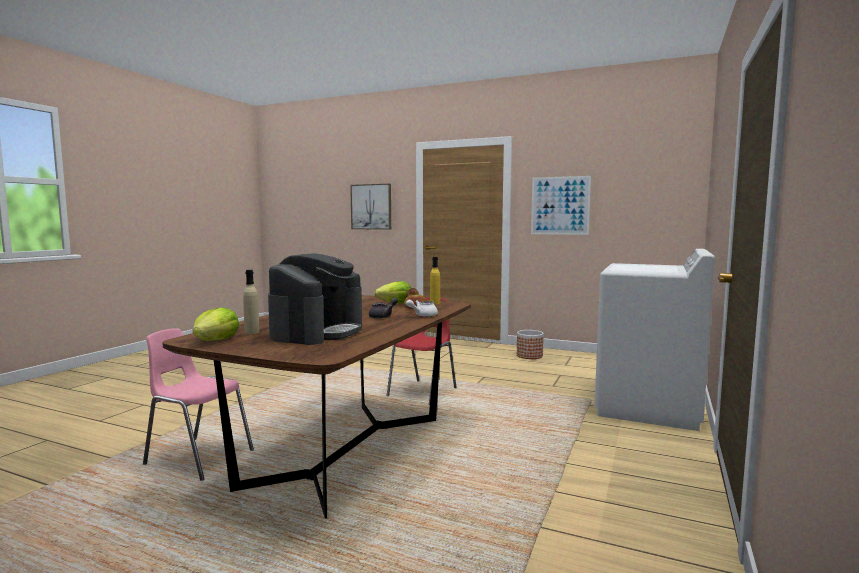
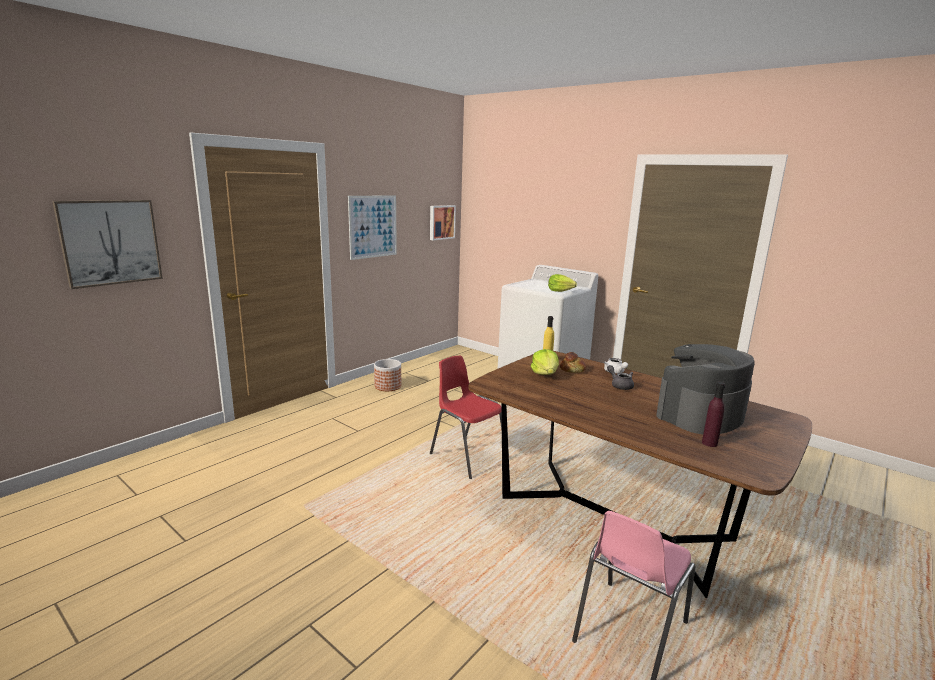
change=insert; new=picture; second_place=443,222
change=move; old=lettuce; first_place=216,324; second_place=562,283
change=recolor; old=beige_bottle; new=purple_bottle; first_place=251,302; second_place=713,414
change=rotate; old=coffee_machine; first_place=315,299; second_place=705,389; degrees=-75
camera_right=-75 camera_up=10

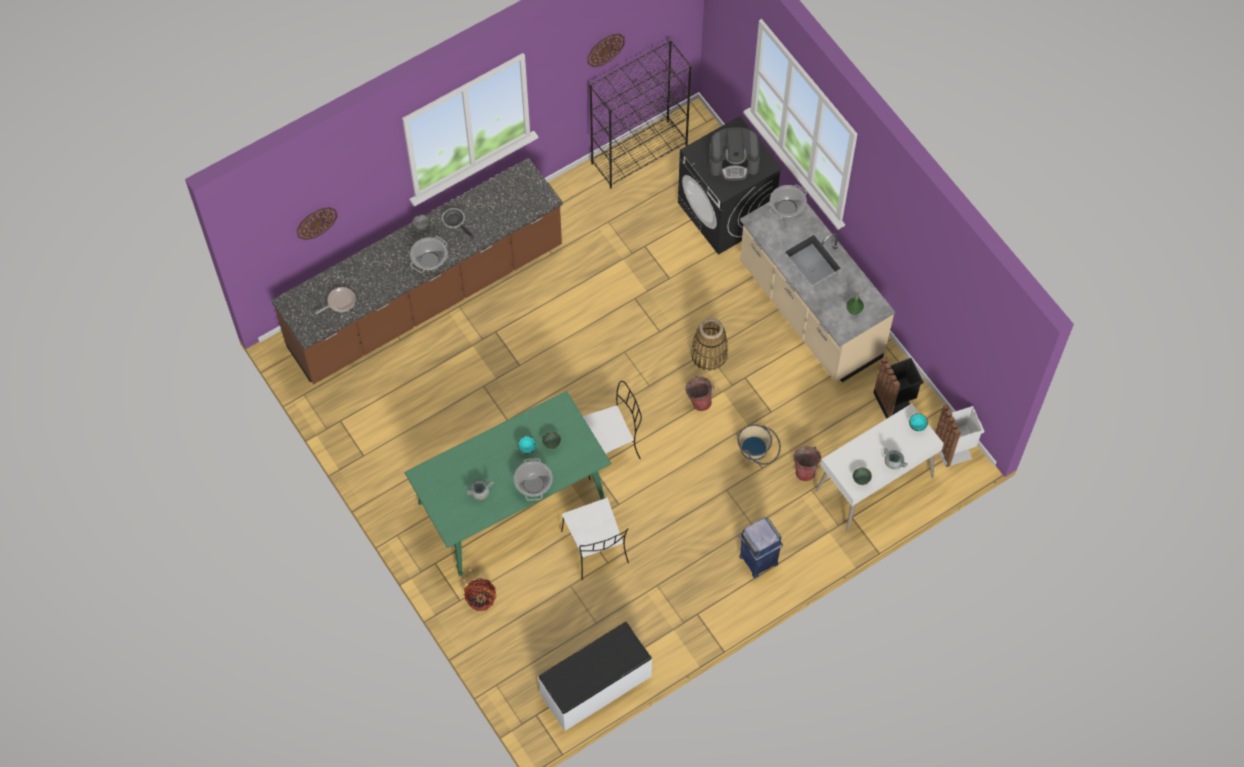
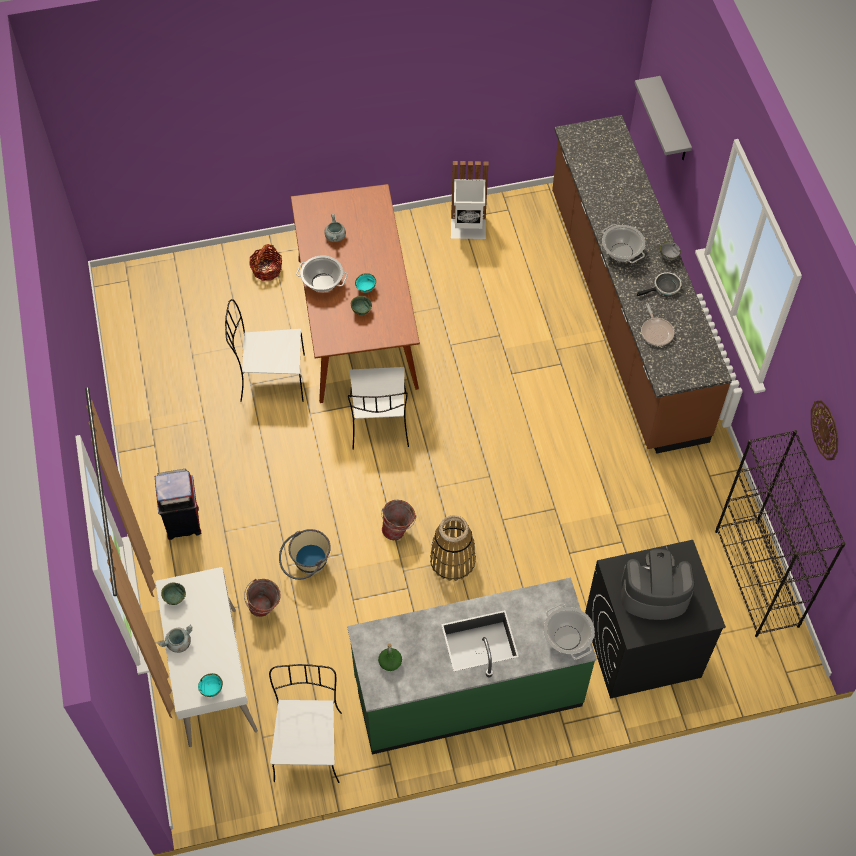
change=delete; old=white_bench; first_place=595,676
change=move; old=frying_pan; first_place=335,300; second_place=657,324
change=move; old=white_trash_can; first_place=959,435; second_place=469,200
change=replace; old=wall_clock; new=grey_shelf; first_place=317,223; second_place=663,118
change=replace; old=black_trash_can; new=white_chair; first_place=898,388; second_place=305,723
change=recolor; old=green_dining_table; new=brown_dining_table; first_place=507,483; second_place=355,293
change=recolor; old=blue_trash_can; new=red_trash_can; first_place=761,547; second_place=178,504
change=recolor; old=beige_counter; new=green_counter; first_place=817,292; second_place=472,666
change=rotate; old=coffee_machine; first_place=734,153; second_place=658,584; degrees=75
camera_right=110 camera_up=-5

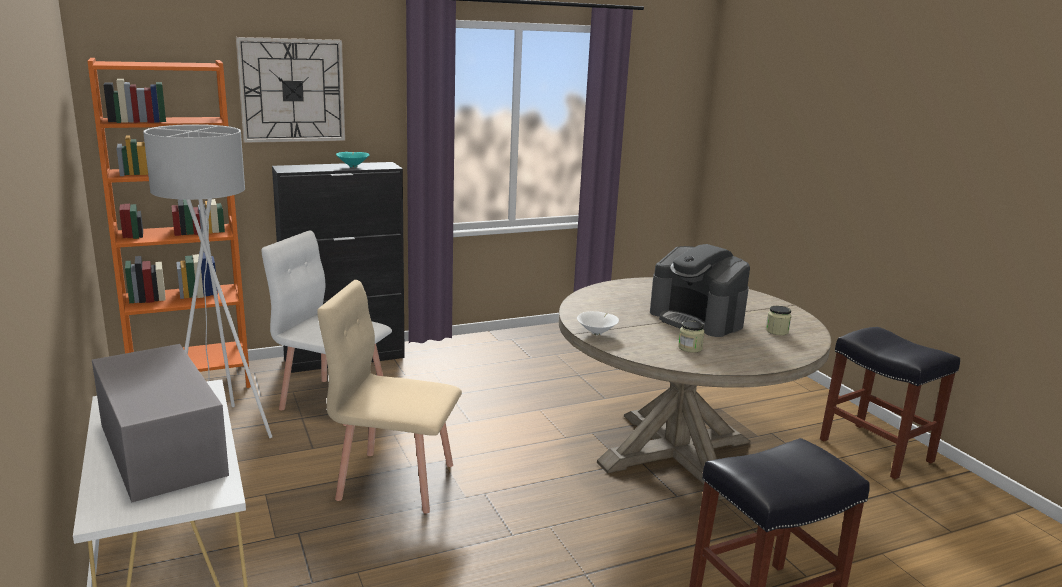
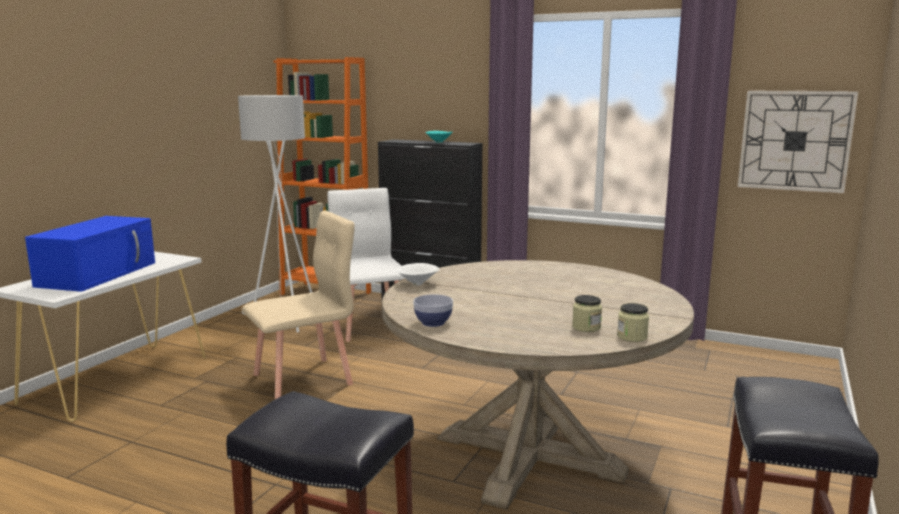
change=delete; old=coffee_machine; first_place=700,290
change=insert; new=bowl; second_place=433,310
change=move; old=wall_clock; first_place=290,90; second_place=798,142
change=move; old=jar; first_place=691,337; second_place=633,322
change=recolor; old=grey_microwave; new=blue_microwave; first_place=160,423; second_place=90,254
change=rotate; old=beige_chair; first_place=389,397; second_place=298,304; degrees=90
camera_right=50 camera_up=-5

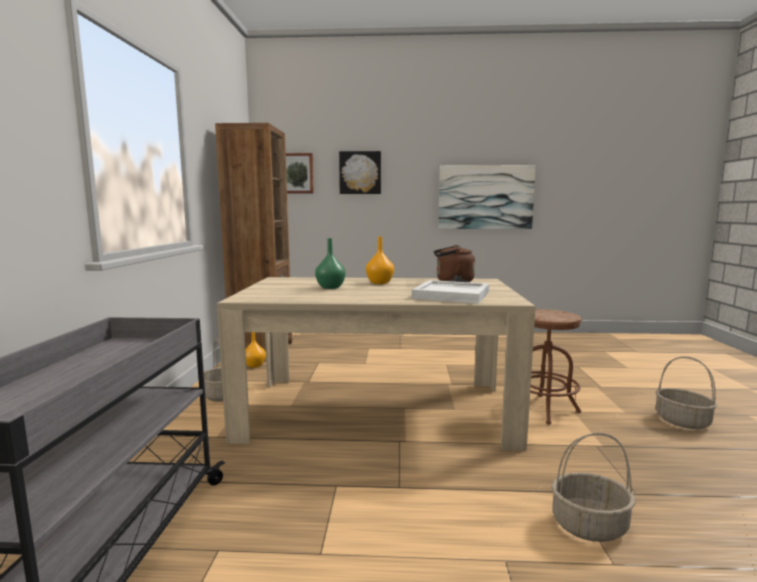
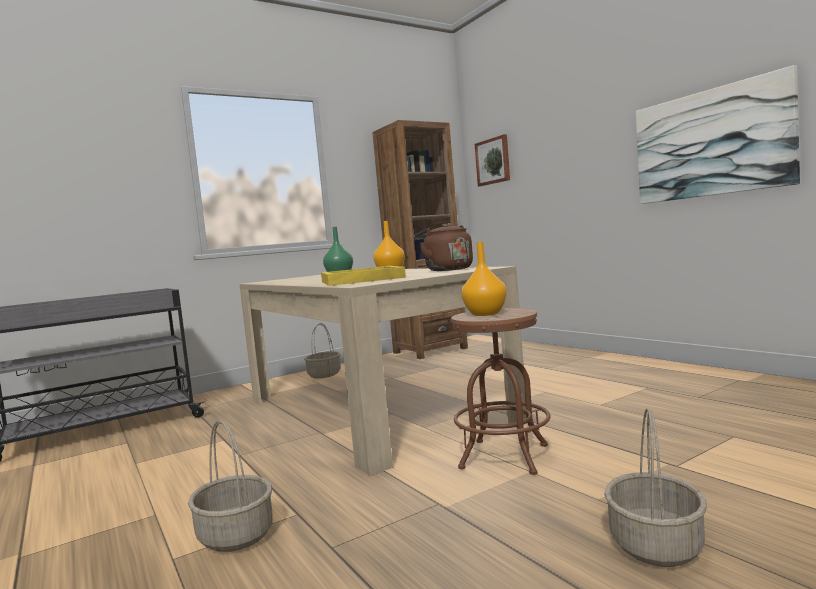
change=delete; old=picture; first_place=360,172
change=move; old=orange_vase; first_place=256,350; second_place=483,279
change=recolor; old=white_tray; new=yellow_tray; first_place=450,292; second_place=363,276
camera_right=55 camera_up=-5

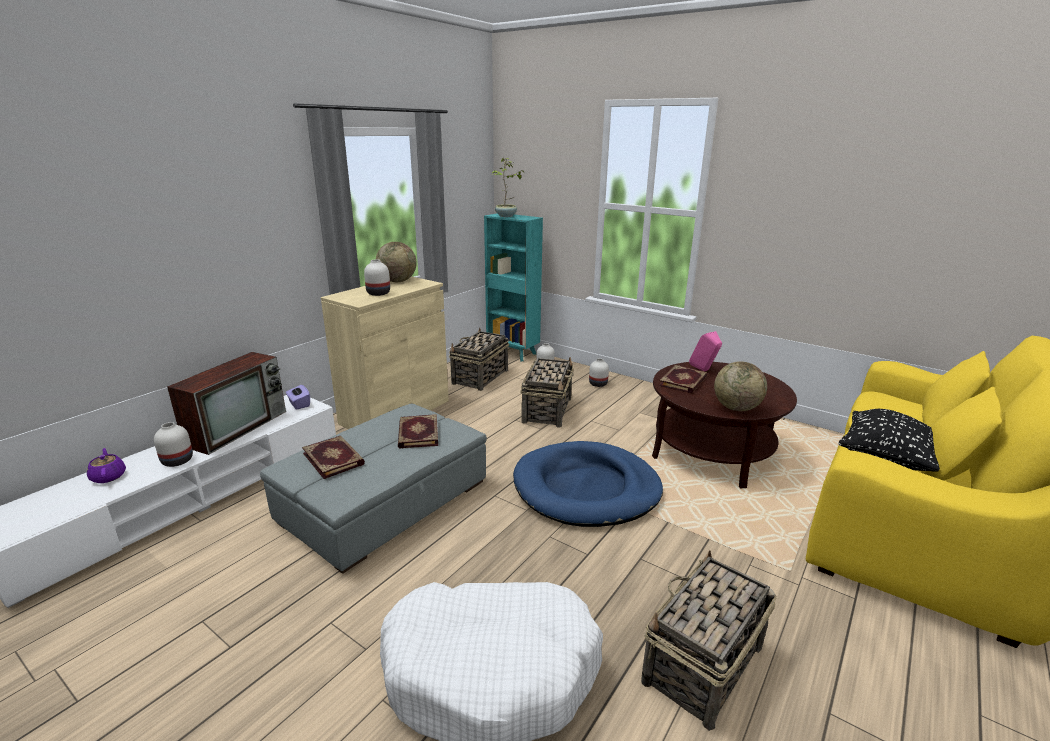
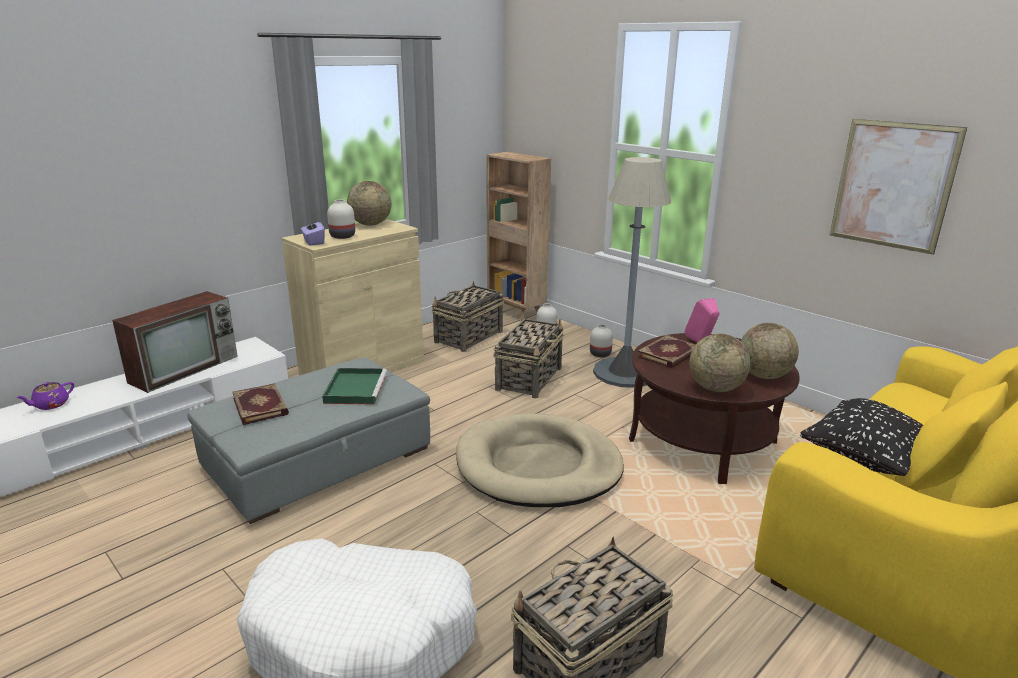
change=delete; old=white_vase; first_place=173,444
change=delete; old=potted_plant; first_place=508,187
change=insert; new=grey_floor_lamp; second_place=632,272
change=insert; new=globe; second_place=770,351
change=insert; new=picture; second_place=898,187
change=move; old=purple_tissue_box; first_place=298,397; second_place=313,233
change=replace; old=book; new=green_tray; first_place=418,431; second_place=354,386
change=recolor; old=turquoise_bookcase; new=brown_bookcase; first_place=513,287; second_place=518,236
change=recolor; old=blue_dog_bed; new=beige_dog_bed; first_place=588,484; second_place=540,460
change=rotate; old=purple_teapot; first_place=106,465; second_place=45,396; degrees=-120
camera_right=10 camera_up=0

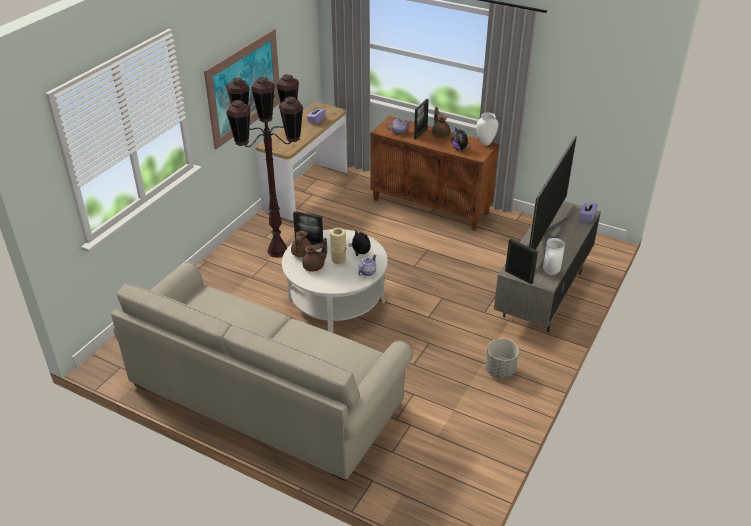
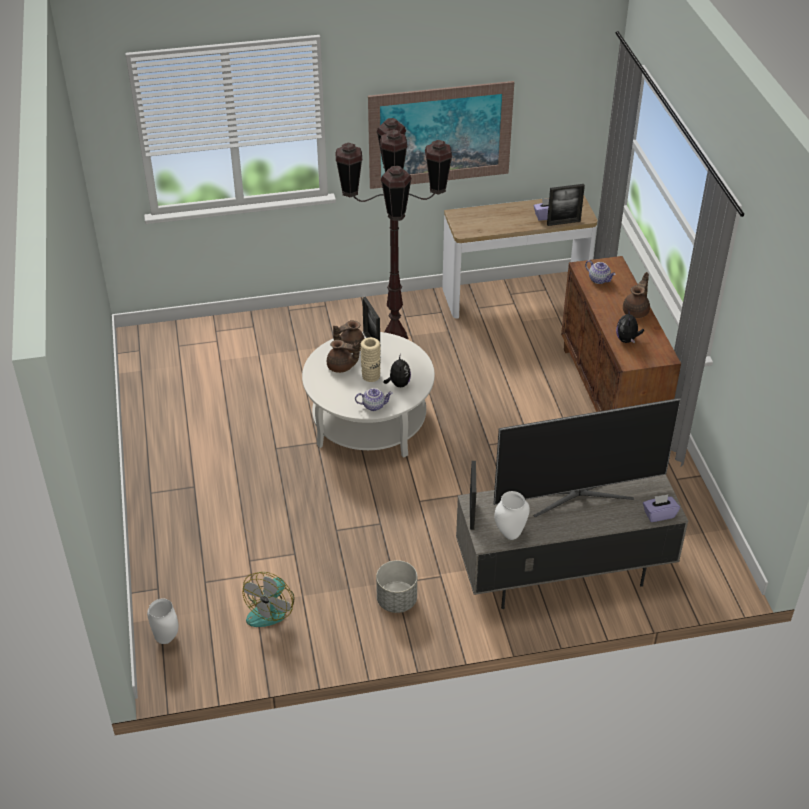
change=delete; old=beige_sofa; first_place=262,371
change=insert; new=fan; second_place=268,599
change=move; old=picture_frame; first_place=421,119; second_place=566,205
change=move; old=white_vase; first_place=487,129; second_place=162,621
camera_right=50 camera_up=5

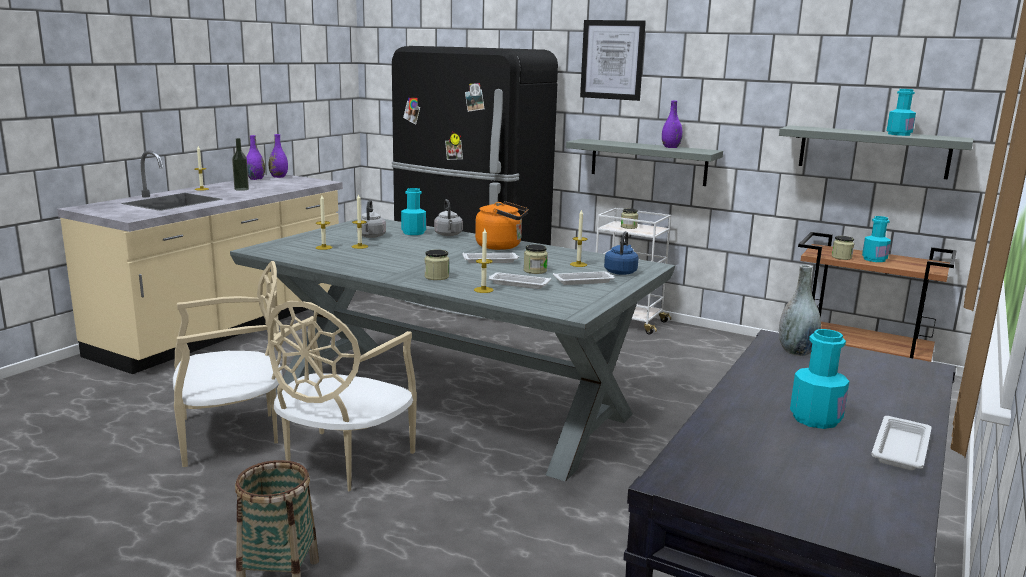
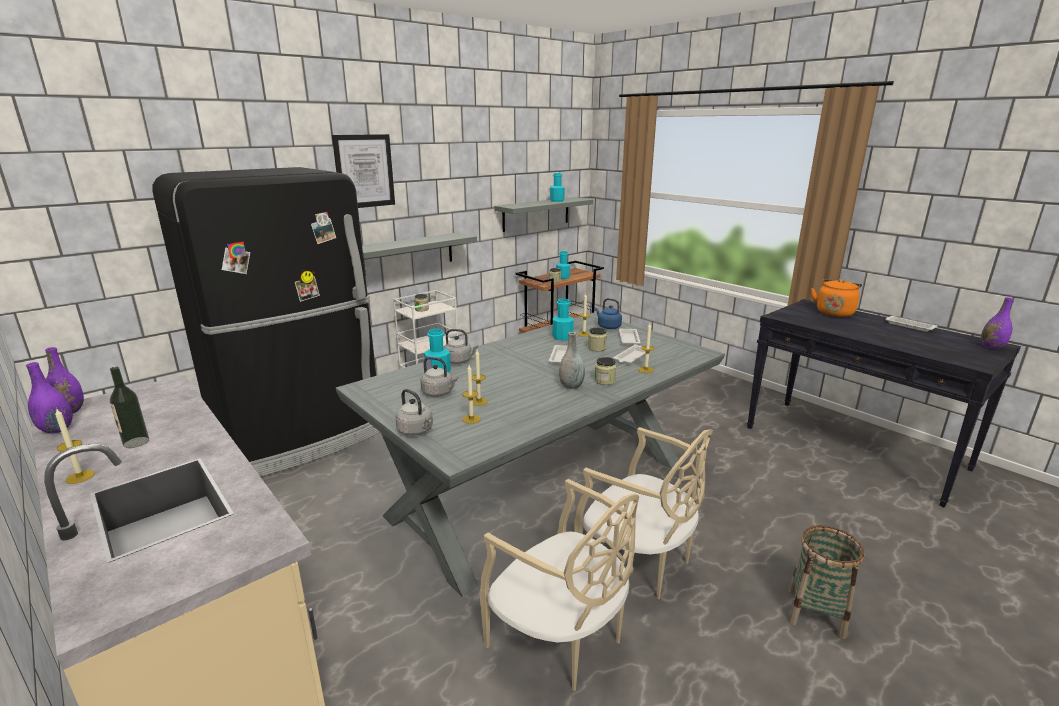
change=insert; new=grey_kettle; second_place=414,412
change=move; old=orange_kettle; first_place=501,225; second_place=836,298
change=move; old=purple_vase; first_place=672,124; second_place=997,323
change=move; old=grey_vase; first_place=800,310; second_place=572,360
change=move; old=turquoise_bottle; first_place=819,379; second_place=563,319
change=rotate; old=beige_chair; first_place=228,364; second_place=559,585; degrees=135
camera_right=-70 camera_up=5

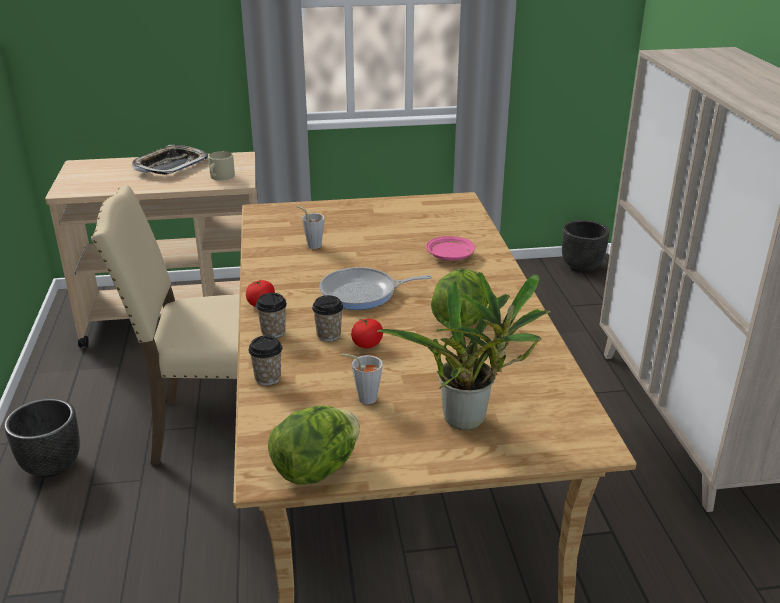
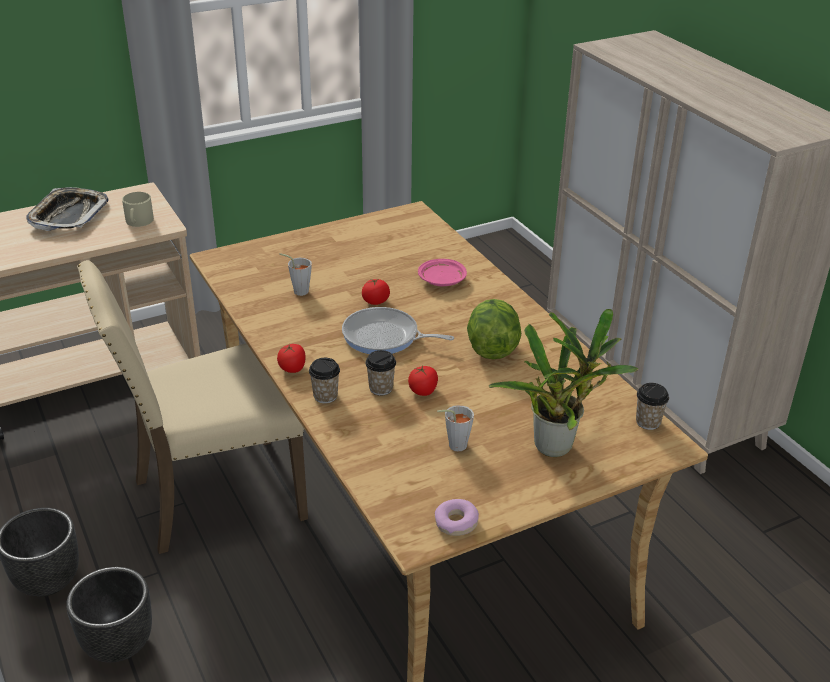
change=insert; new=tomato; second_place=376,291
change=move; old=cup; first_place=265,360; second_place=652,406
change=move; old=black_planter; first_place=586,246; second_place=109,614
change=replace; old=lettuce; new=donut; first_place=314,445; second_place=457,517
change=rotate; old=frying_pan; first_place=376,288; second_place=398,330; degrees=45
camera_right=-20 camera_up=5

